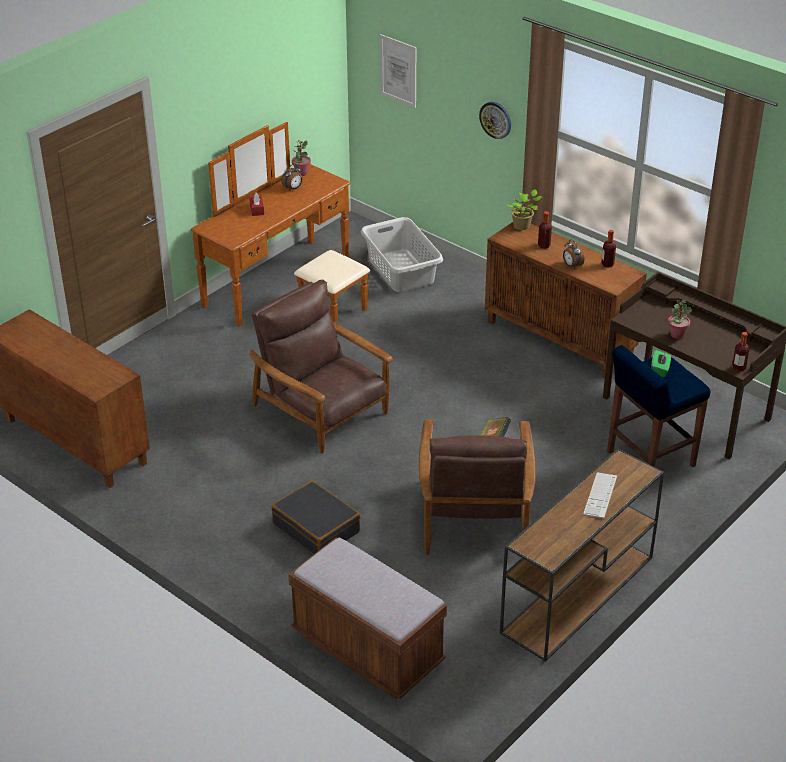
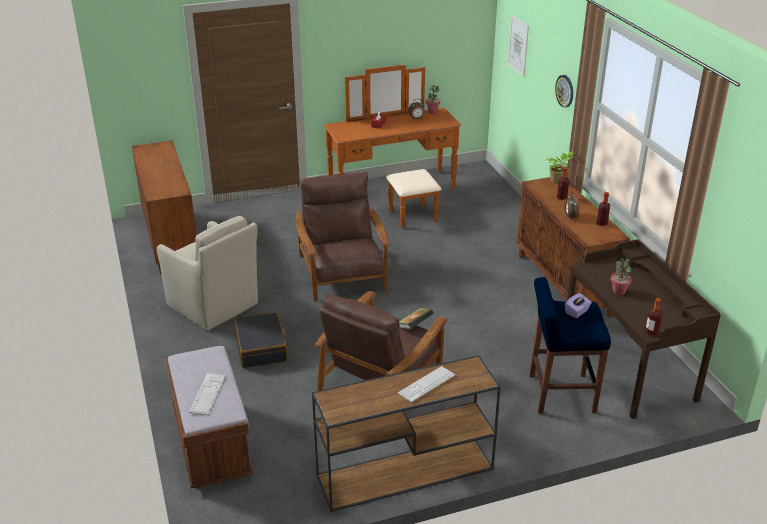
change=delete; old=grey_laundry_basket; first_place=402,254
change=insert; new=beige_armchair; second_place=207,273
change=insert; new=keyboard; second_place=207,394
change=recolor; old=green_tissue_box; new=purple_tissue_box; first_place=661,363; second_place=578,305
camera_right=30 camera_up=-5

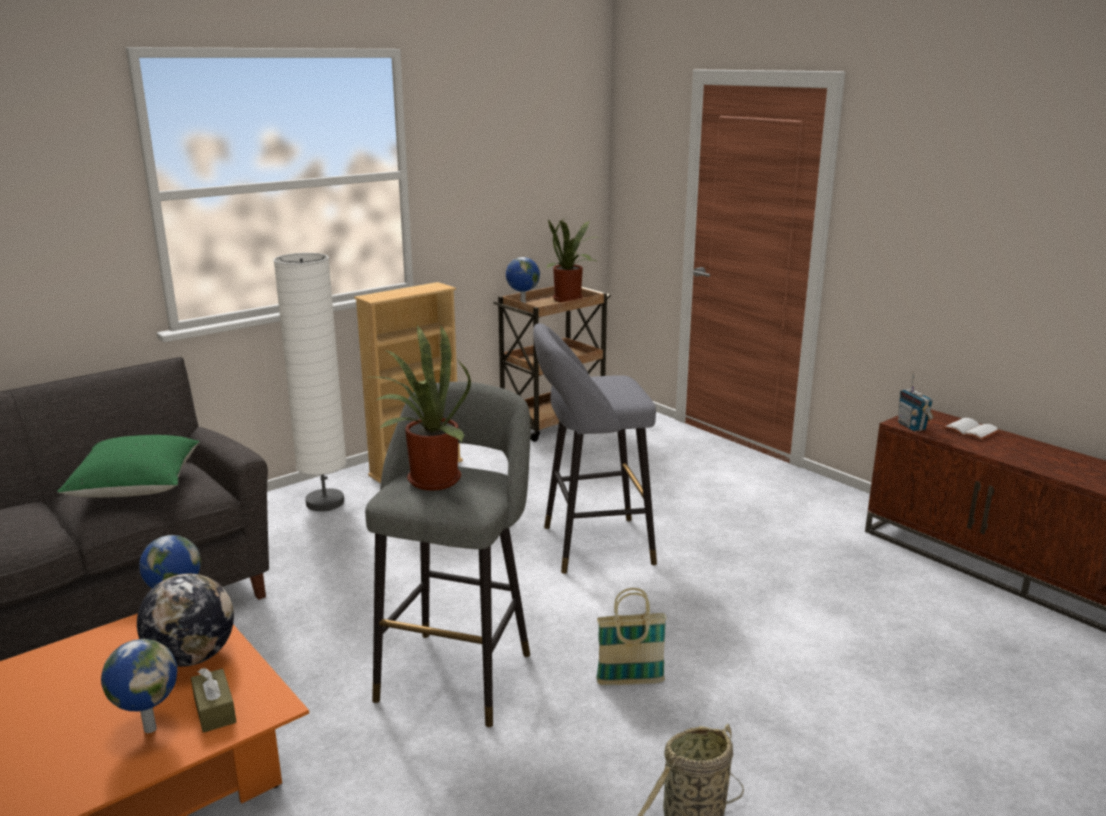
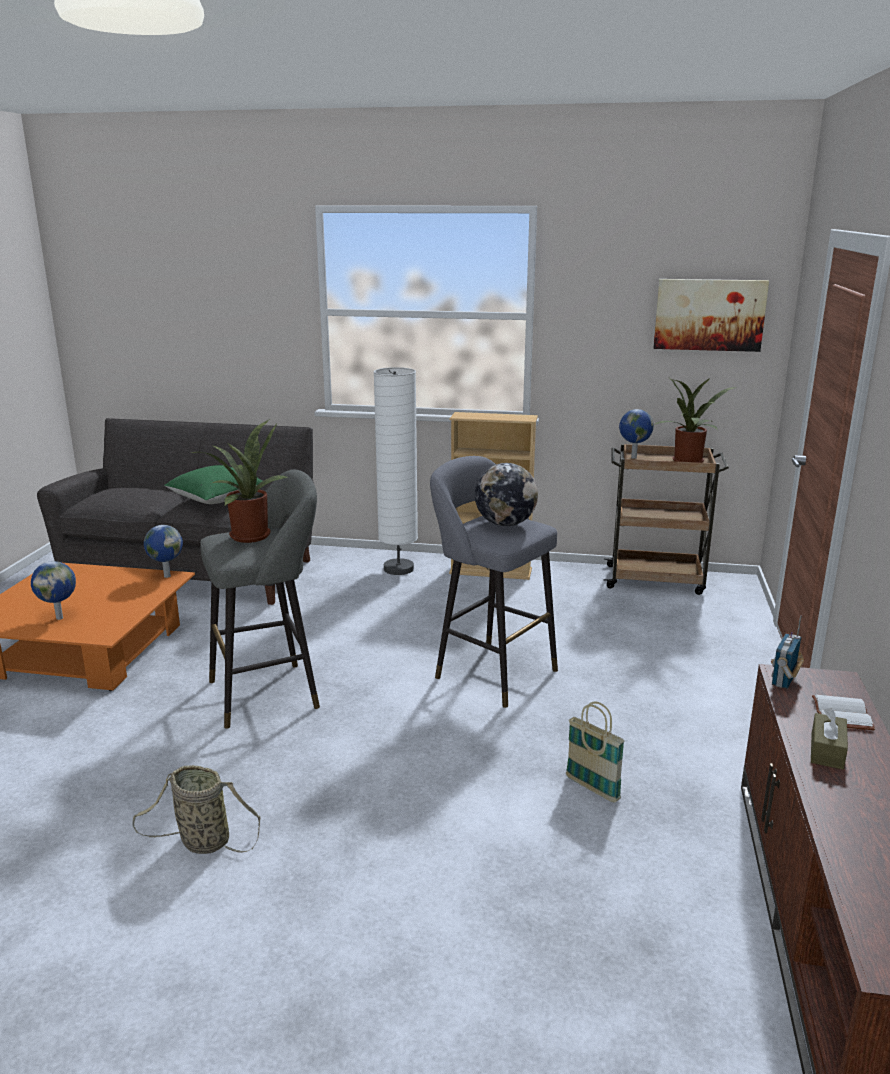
change=insert; new=picture; second_place=711,315
change=move; old=globe; first_place=185,620; second_place=506,494
change=move; old=brown_tissue_box; first_place=213,700; second_place=829,738
change=move; old=basket; first_place=631,636; second_place=595,751
camera_right=50 camera_up=0

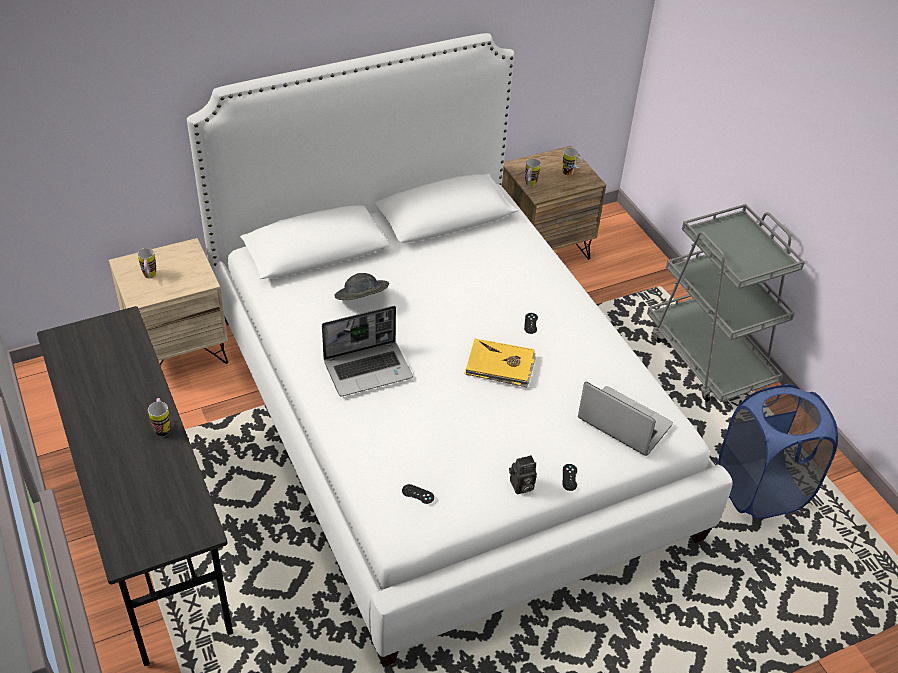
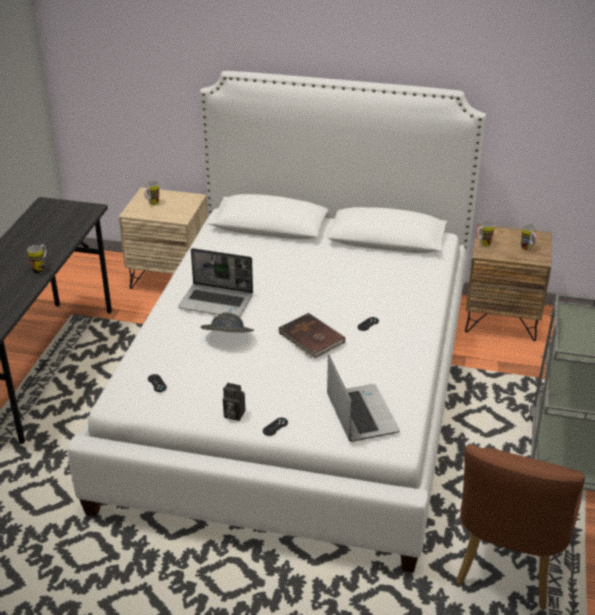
change=move; old=grey_hat; first_place=361,286; second_place=227,323
change=replace; old=blue_laundry_basket; new=brown_chair; first_place=778,451; second_place=520,527
change=recolor; old=yellow_book; new=brown_book; first_place=500,363; second_place=311,336
camera_right=40 camera_up=-10

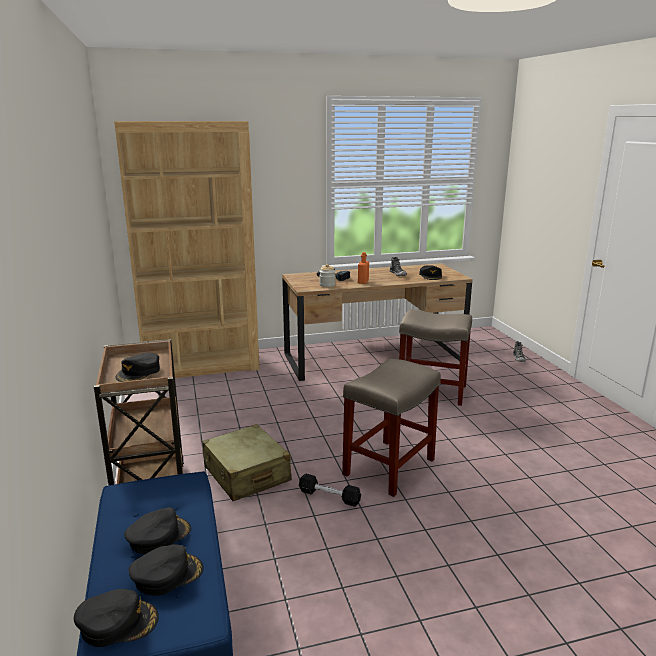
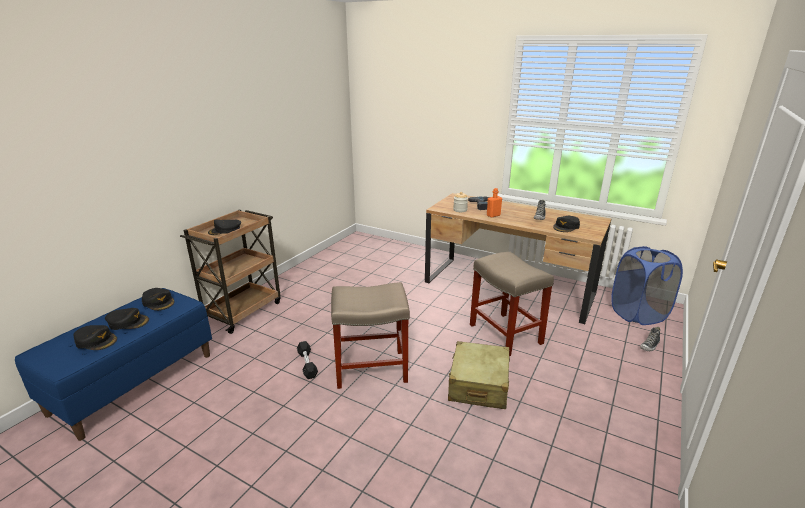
change=delete; old=brown_bookcase; first_place=187,249
change=insert; new=blue_laundry_basket; second_place=647,285
change=move; old=black_cap; first_place=116,618; second_place=158,299
change=move; old=beige_suitcase; first_place=247,462; second_place=479,375
camera_right=45 camera_up=5

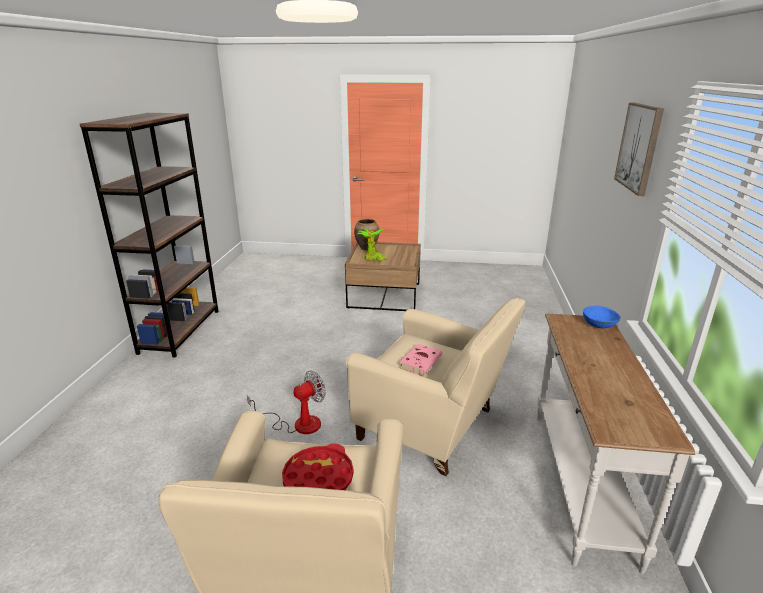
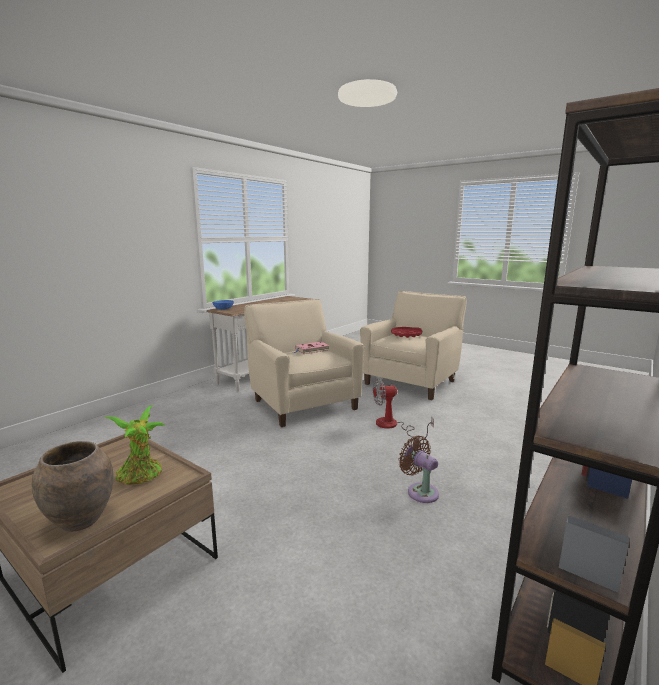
change=delete; old=picture; first_place=639,149
change=insert; new=brown_fan; second_place=418,469
camera_right=-150 camera_up=-10

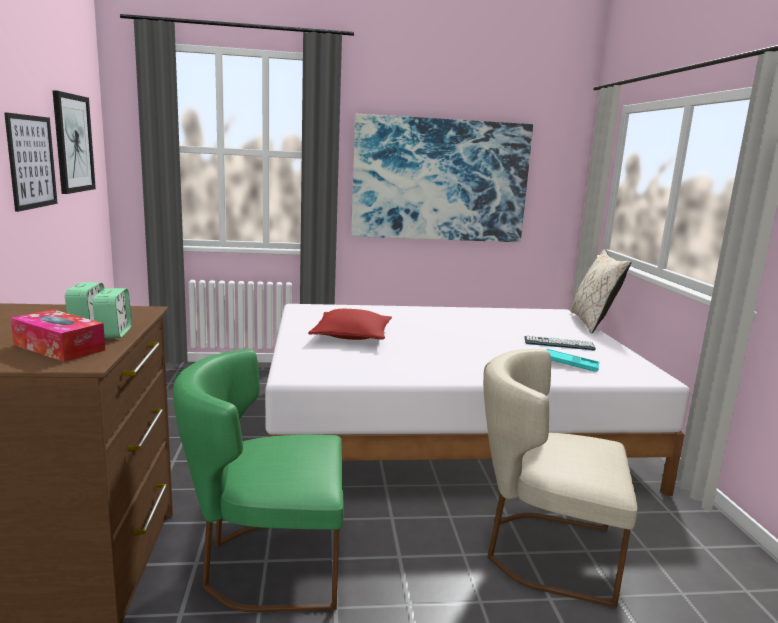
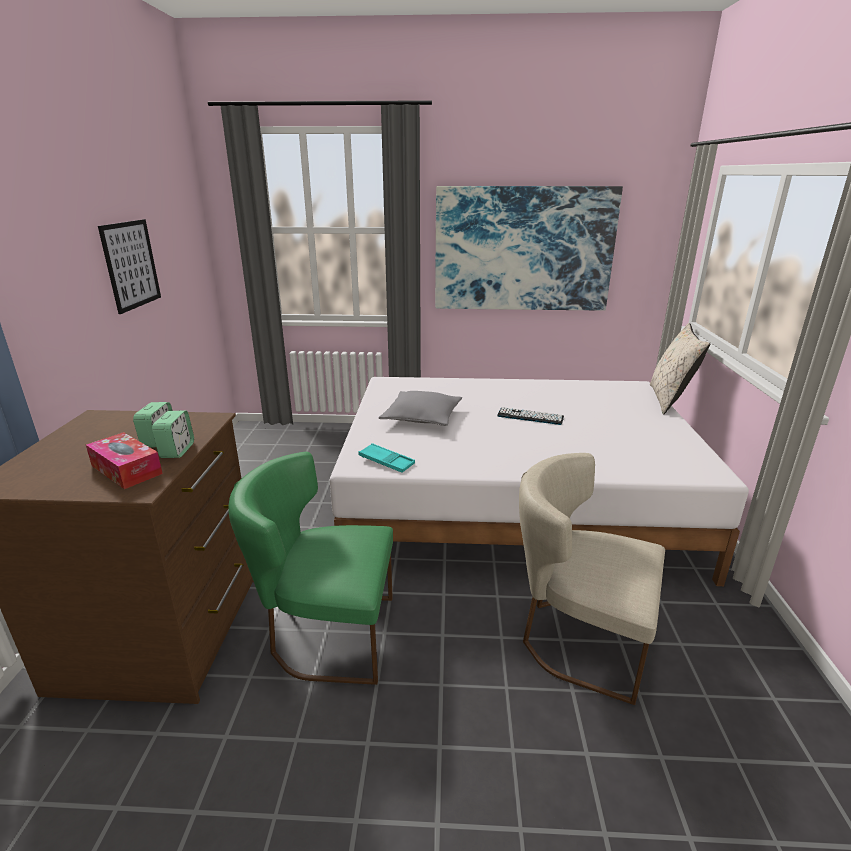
change=delete; old=picture; first_place=74,142
change=move; old=keyboard; first_place=560,342; second_place=530,416
change=move; old=turquoise_tray; first_place=573,360; second_place=386,458
change=recolor; old=red_pillow; new=grey_pillow; first_place=350,324; second_place=420,408
camera_right=10 camera_up=10

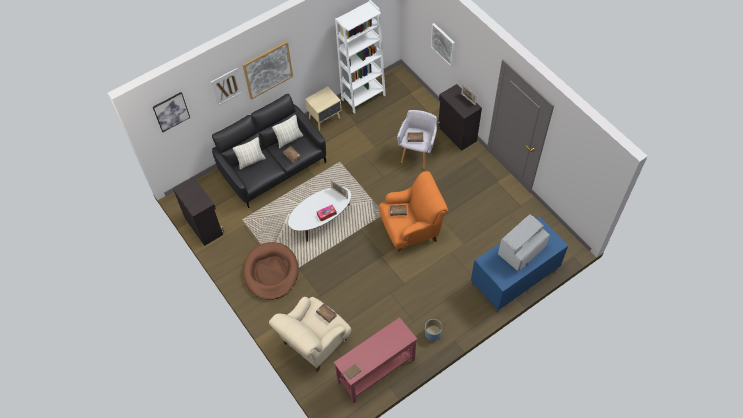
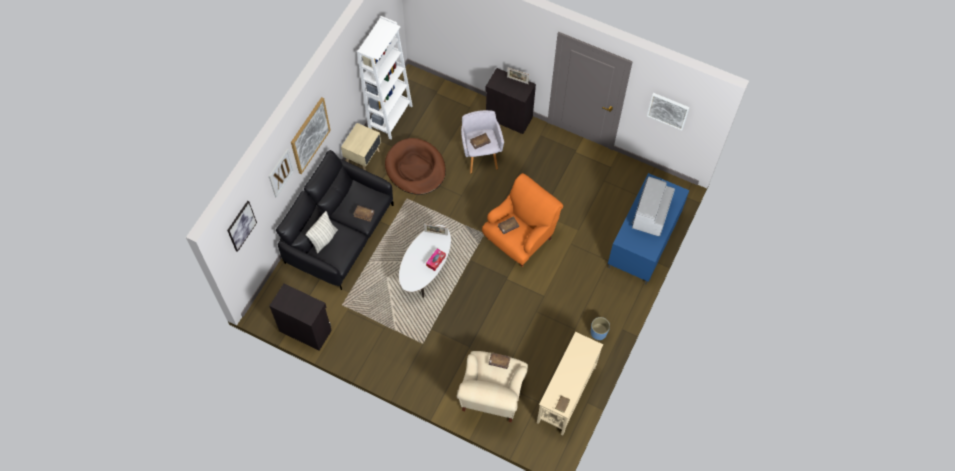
change=delete; old=pillow; first_place=287,131
change=move; old=brown_dog_bed; first_place=270,271; second_place=415,166
change=move; old=picture; first_place=443,44; second_place=668,111
change=recolor; old=red_console_table; new=beige_console_table; first_place=375,360; second_place=570,383
camera_right=-30 camera_up=5

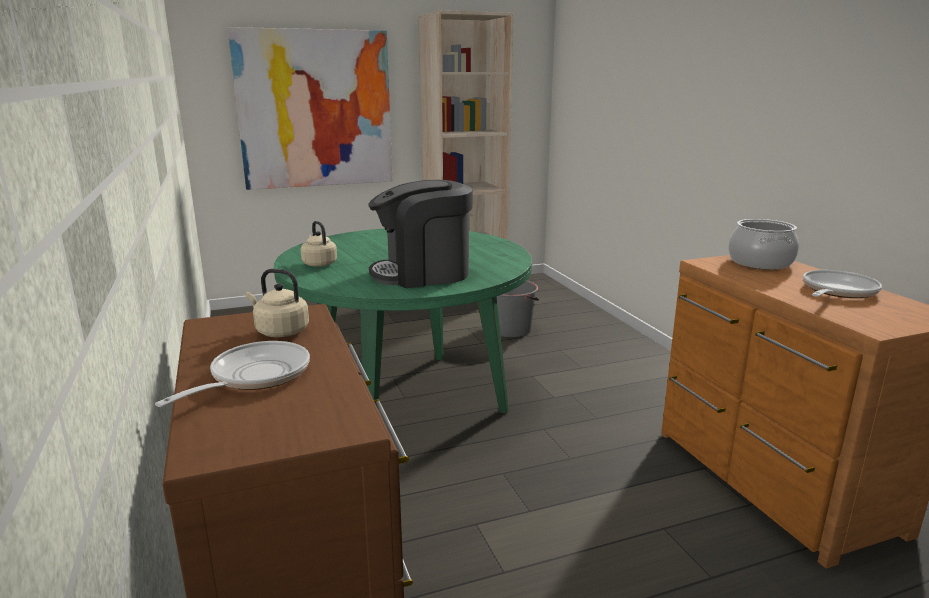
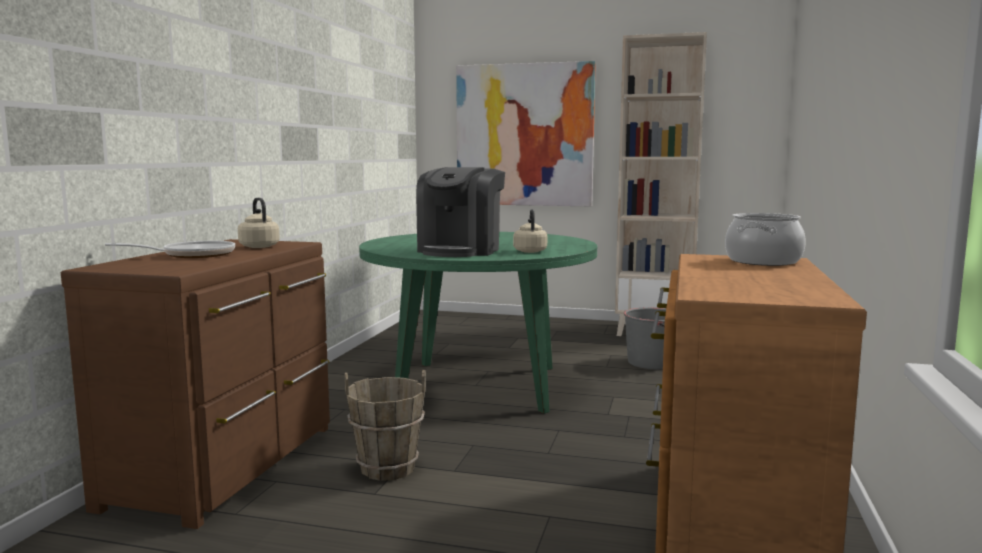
change=delete; old=frying_pan; first_place=842,284
change=insert; new=brown_bucket; second_place=385,425
change=move; old=beige_kettle; first_place=319,244; second_place=530,231
change=rotate; old=coffee_machine; first_place=421,234; second_place=460,212; degrees=-90
camera_right=35 camera_up=-10

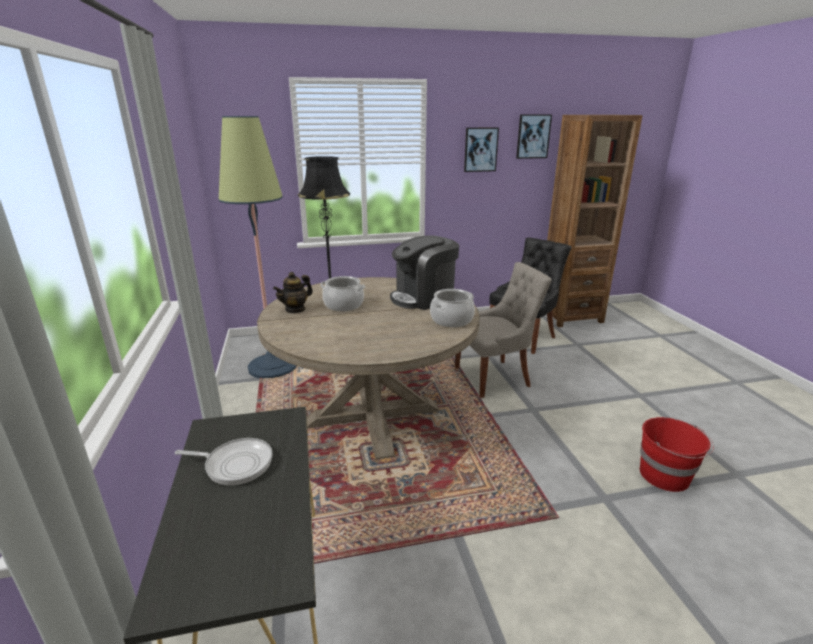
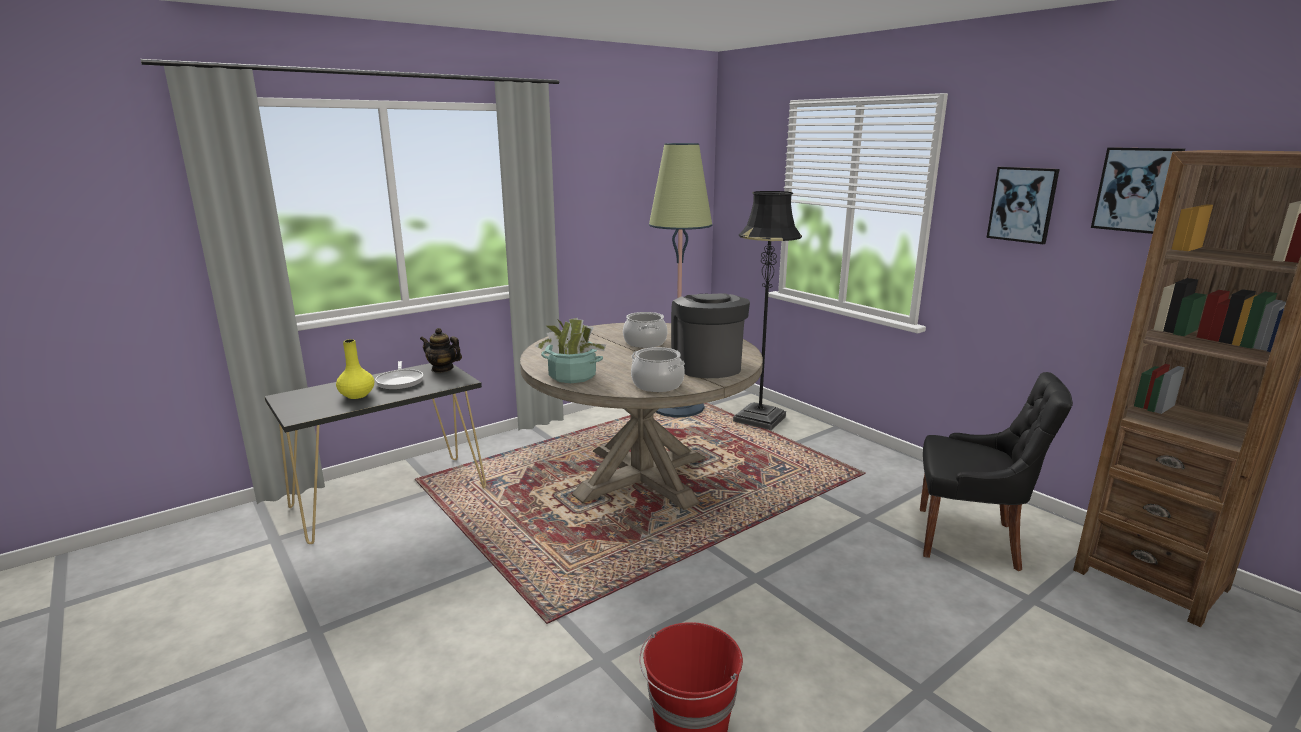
change=delete; old=grey_chair; first_place=503,330
change=insert; new=yellow_vase; second_place=355,369
change=insert; new=potted_plant; second_place=570,350
change=move; old=teapot; first_place=293,292; second_place=441,350
change=rotate; old=coffee_machine; first_place=424,272; second_place=710,335; degrees=45
camera_right=65 camera_up=-5

